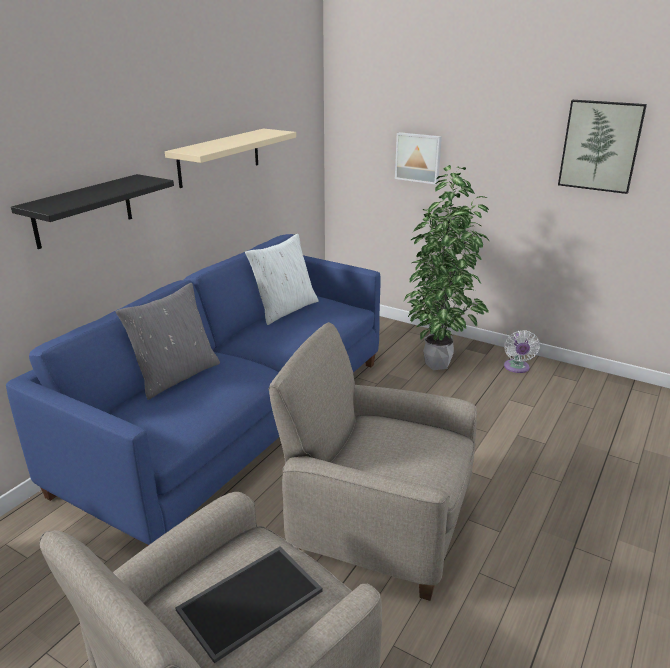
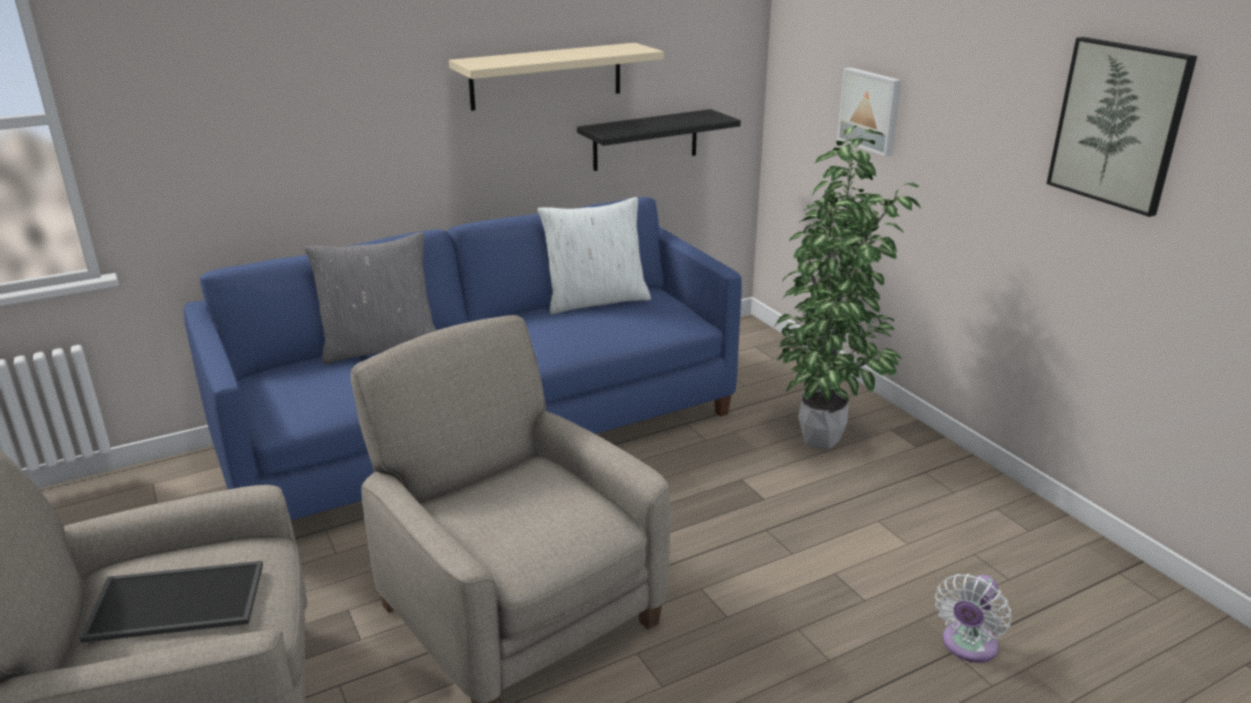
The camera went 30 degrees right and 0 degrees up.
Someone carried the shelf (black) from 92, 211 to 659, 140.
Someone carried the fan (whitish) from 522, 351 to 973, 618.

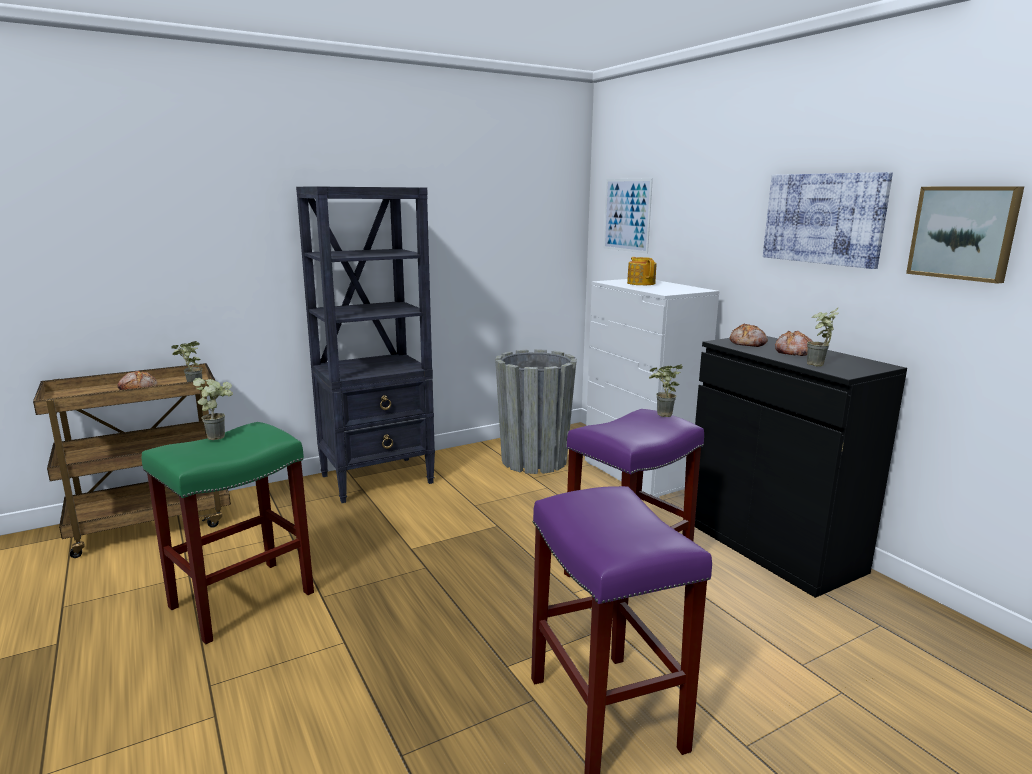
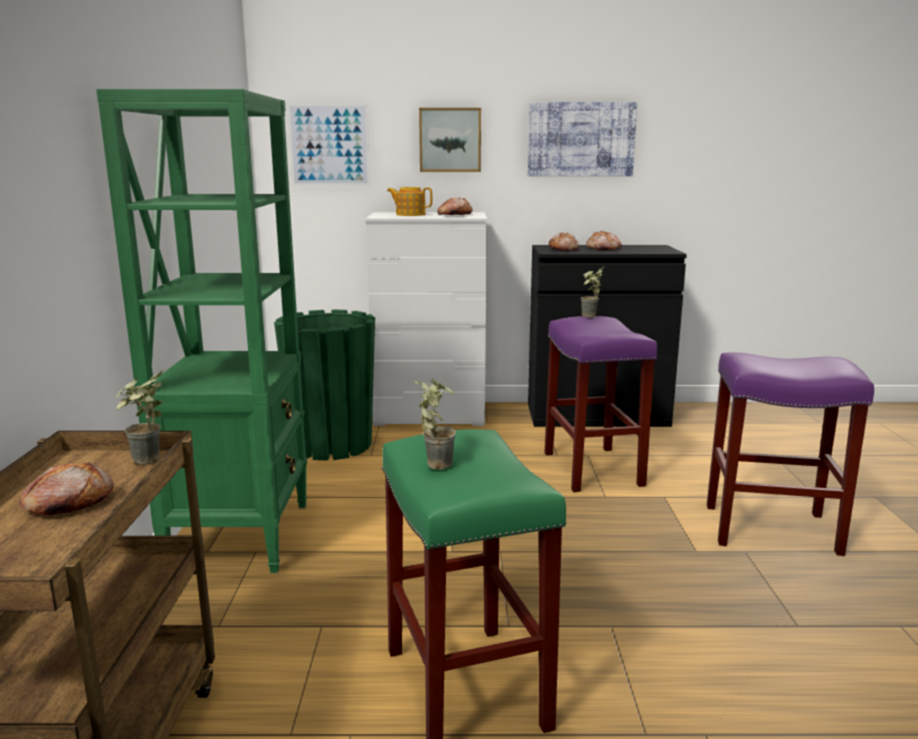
The camera went 60 degrees left and 0 degrees up.
Someone repainted the bookcase (black) at 365, 344, which became the bookcase (green) at 201, 331.
Someone carried the wall art from 965, 235 to 450, 140.
Someone took away the plant in a pot at 823, 337.
Someone repainted the planter (grey) at 536, 411, which became the planter (green) at 324, 385.
Someone put down the bread at 455, 206.

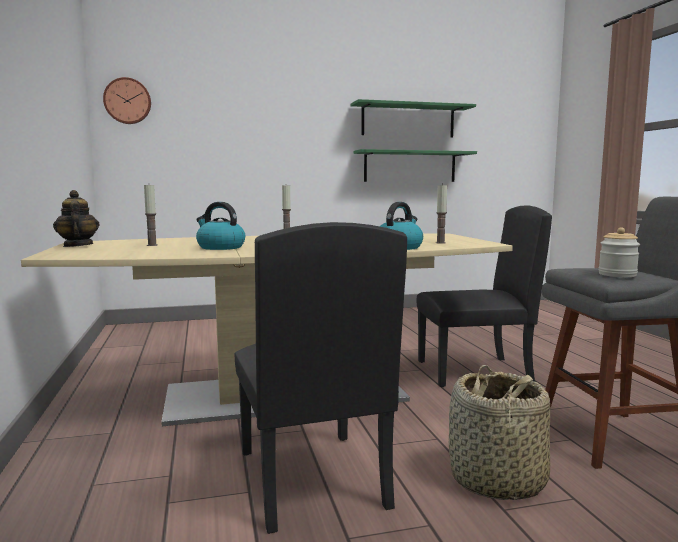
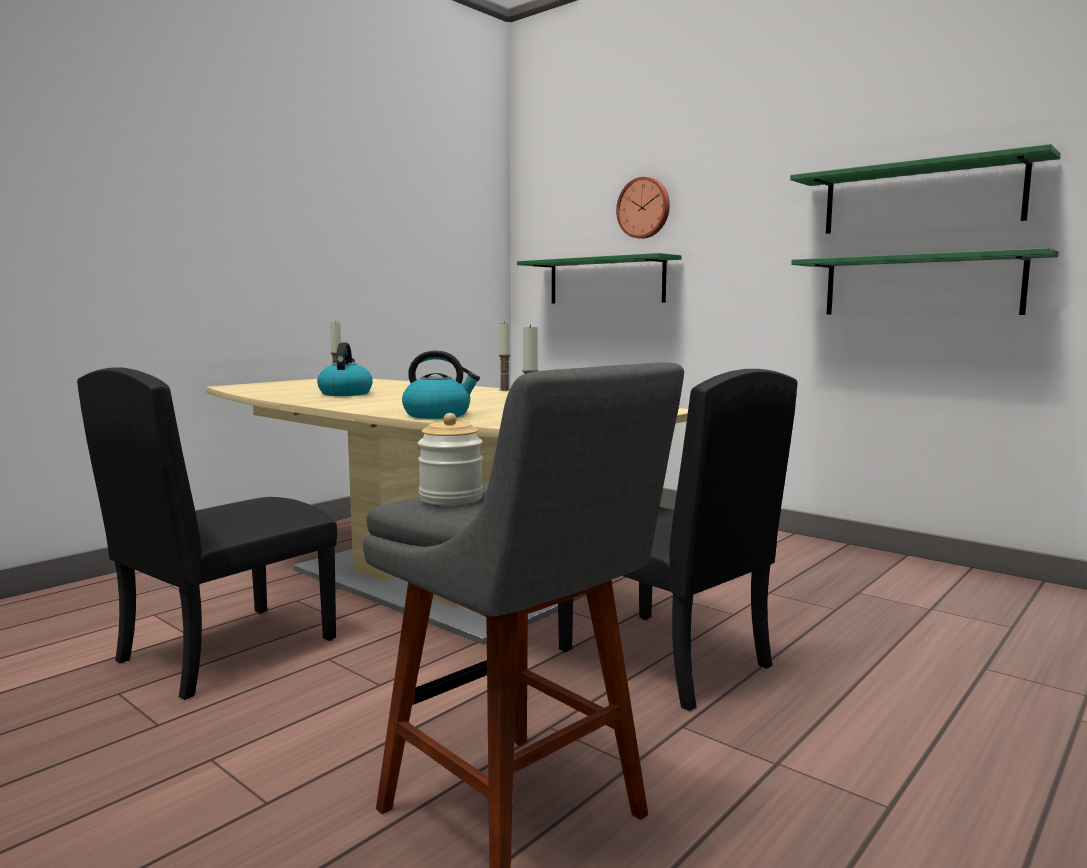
The camera went 55 degrees right and 0 degrees up.
Someone carried the clock on the wall from 127, 100 to 643, 208.
Someone took away the teapot at 76, 218.
Someone took away the basket at 499, 432.
Someone put up the shelf (green) at 599, 278.

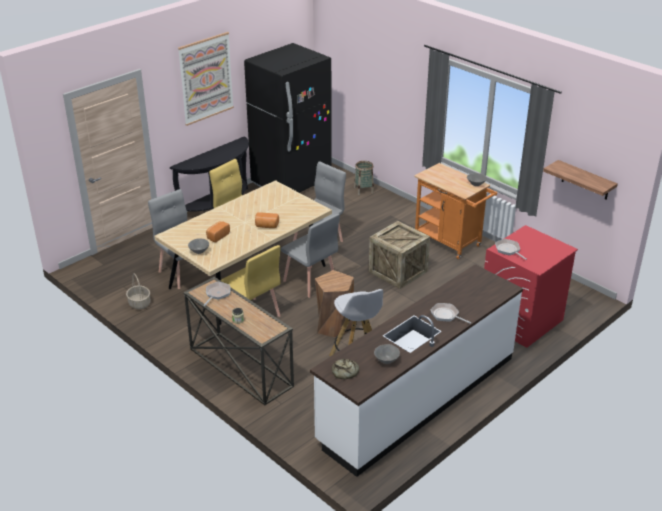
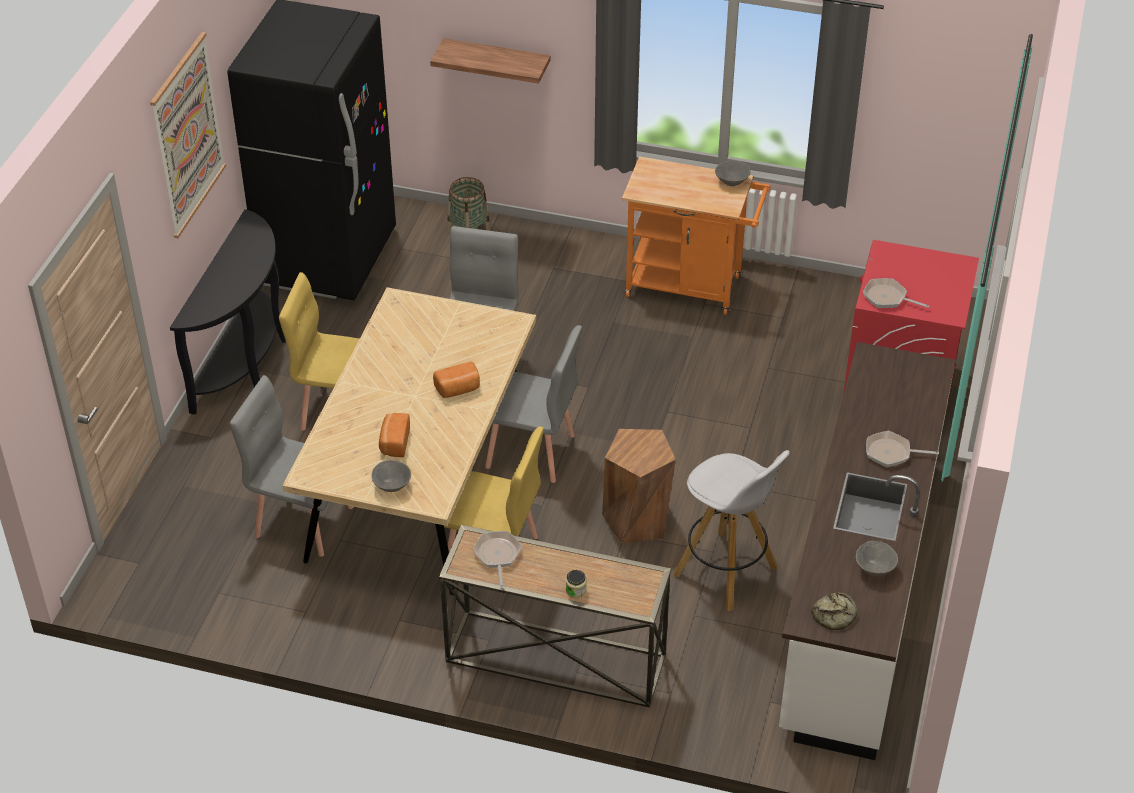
The camera went 30 degrees left and 10 degrees up.
Someone carried the shelf from 580, 180 to 490, 61.
Someone took away the packing crate at 399, 255.
Someone took away the basket at 138, 291.

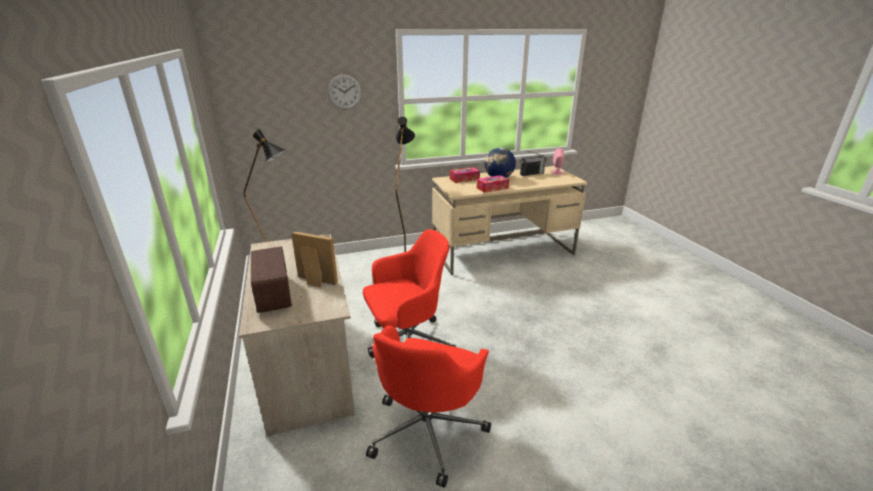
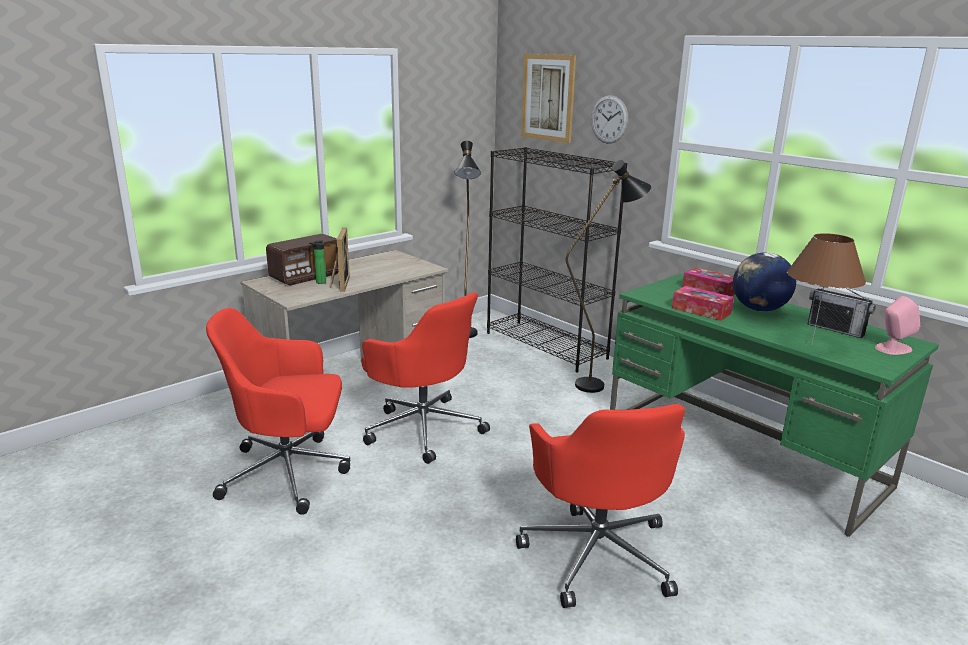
The camera went 65 degrees right and 5 degrees down.
Someone repainted the desk table (sand-coloured) at 510, 220, which became the desk table (green) at 774, 405.
Someone put up the wall art at 548, 98.
Someone put down the bookcase (black) at 557, 259.
Someone put down the lamp for a table (brownish) at 826, 289.
Someone put down the beverage bottle at 317, 262.
Someone put down the office chair (red-coloured) at 600, 506.

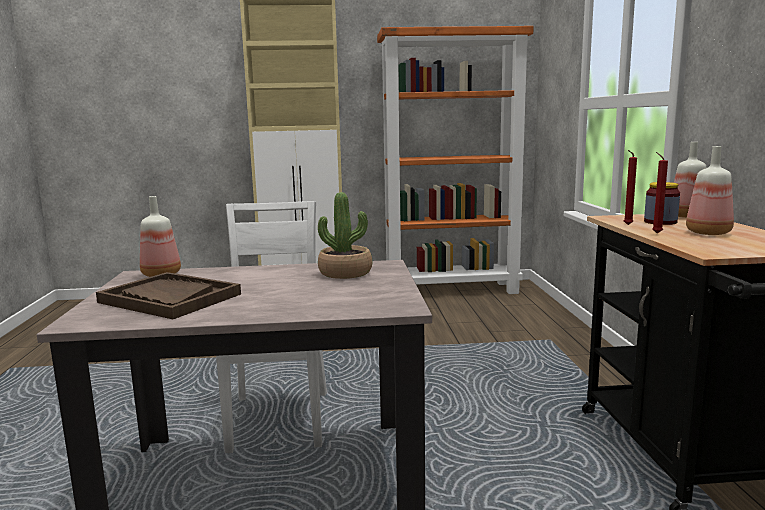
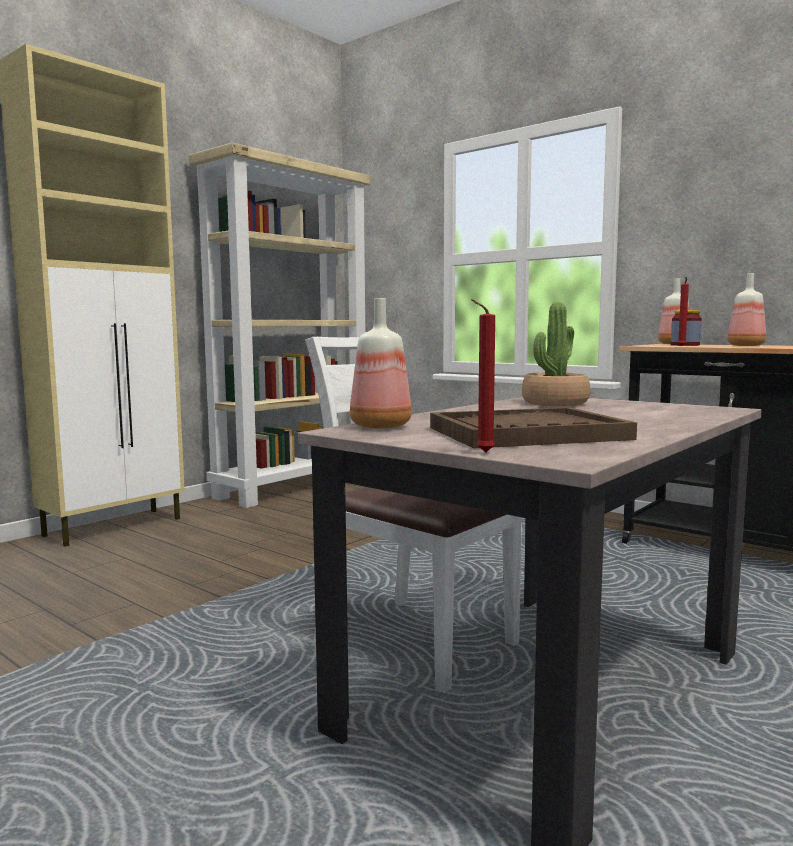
The camera went 45 degrees left and 5 degrees down.
Someone repainted the bookcase (orange-coloured) at 455, 160, which became the bookcase (sand-coloured) at 280, 325.
Someone carried the wax candle (red-coloured) from 660, 192 to 483, 376.

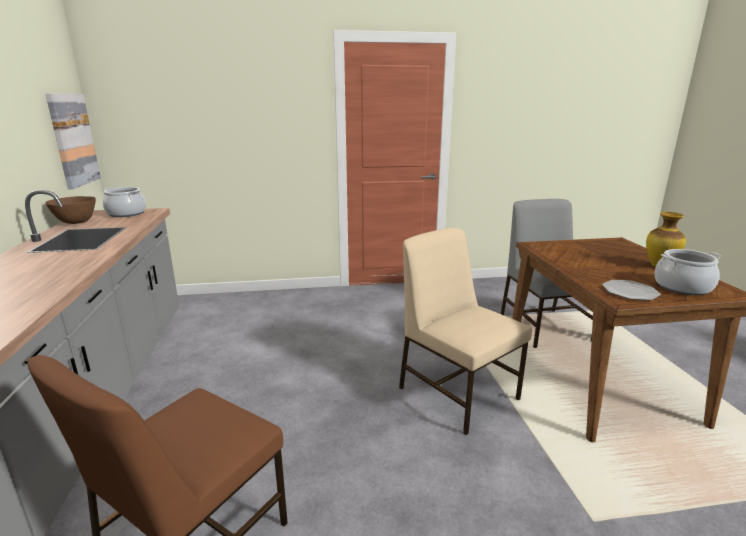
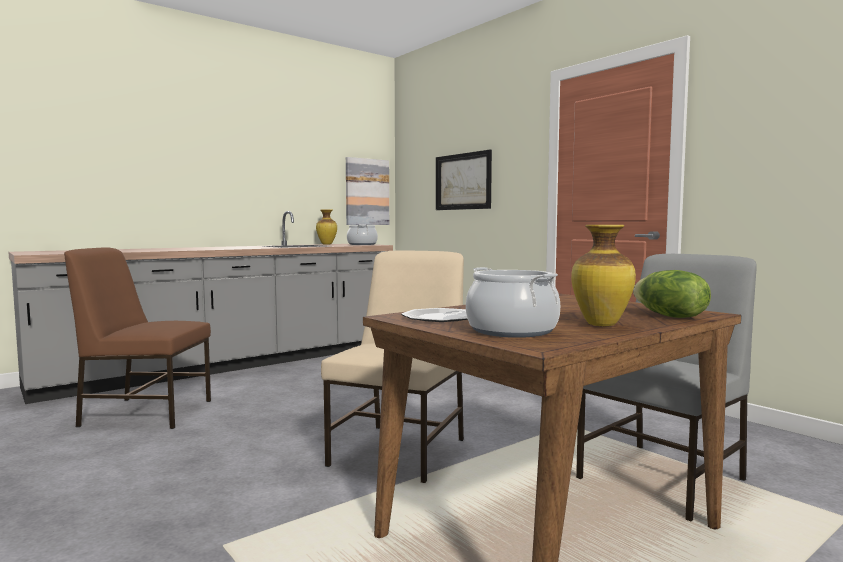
The camera went 60 degrees right and 15 degrees down.
Someone swapped the deep dish (brownish) at 70, 210 for the vase at 326, 226.
Someone put up the wall art at 464, 180.
Someone put down the lettuce at 672, 294.

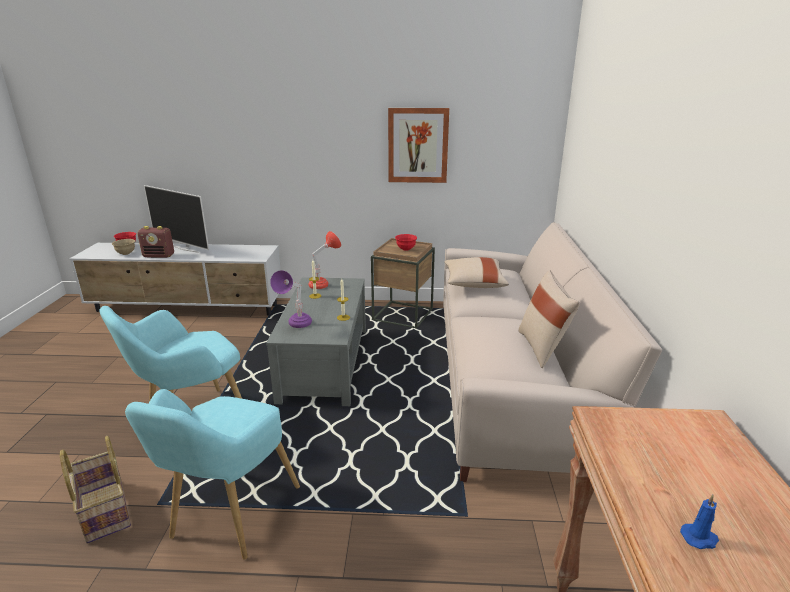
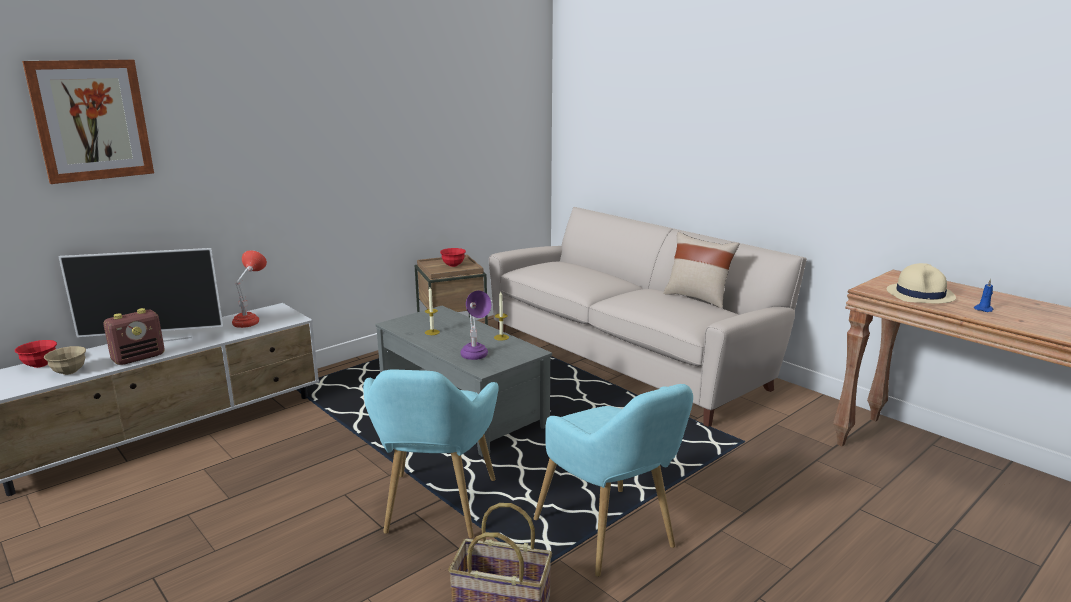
The camera went 45 degrees left and 5 degrees down.
Someone carried the wall art from 418, 145 to 88, 122.
Someone carried the lamp for a table (red-coloured) from 324, 260 to 249, 289.
Someone took away the cushion (sand-coloured) at 476, 272.
Someone put down the hat (sand-coloured) at 921, 283.

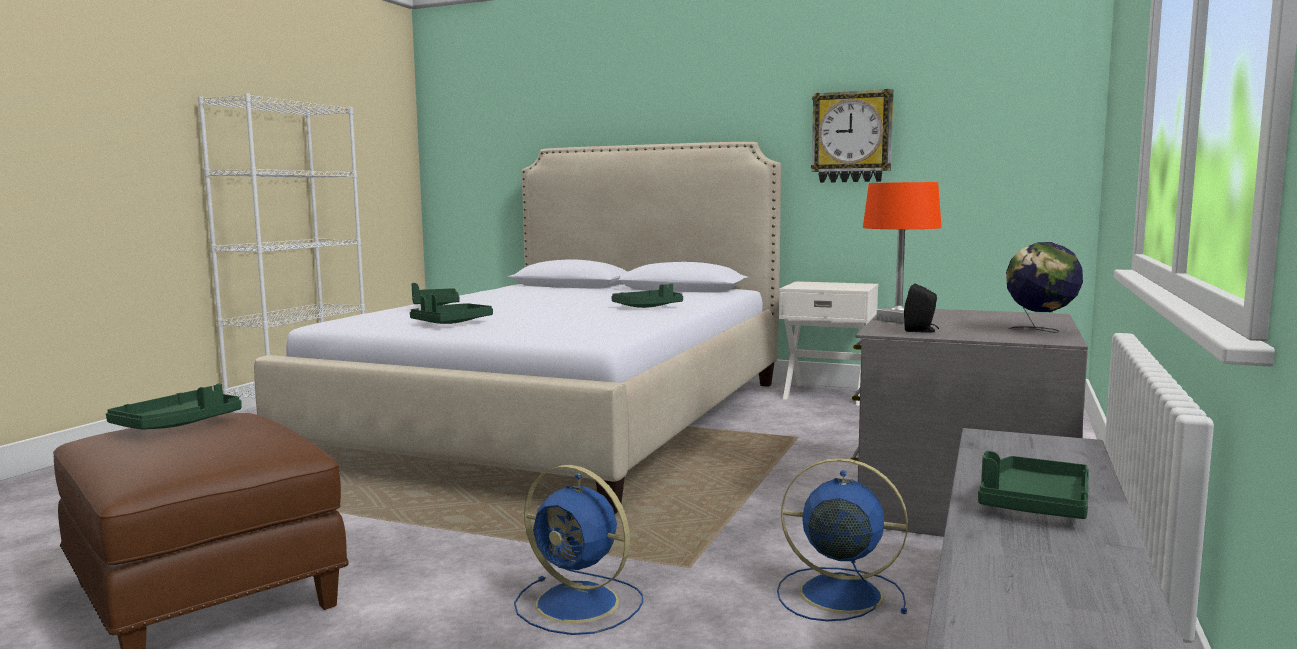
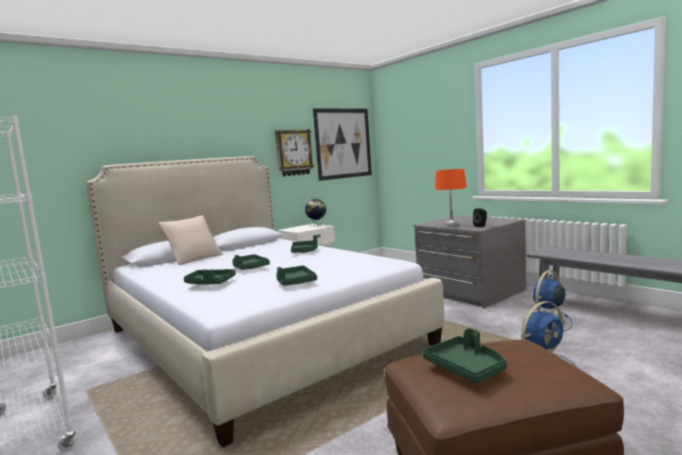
The camera went 60 degrees left and 0 degrees up.
Someone carried the desk globe from 1044, 287 to 315, 213.
Someone carried the serving tray (green) from 1033, 485 to 251, 262.
Someone put up the wall art at 342, 144.
Someone put down the cushion (sand-coloured) at 190, 240.

